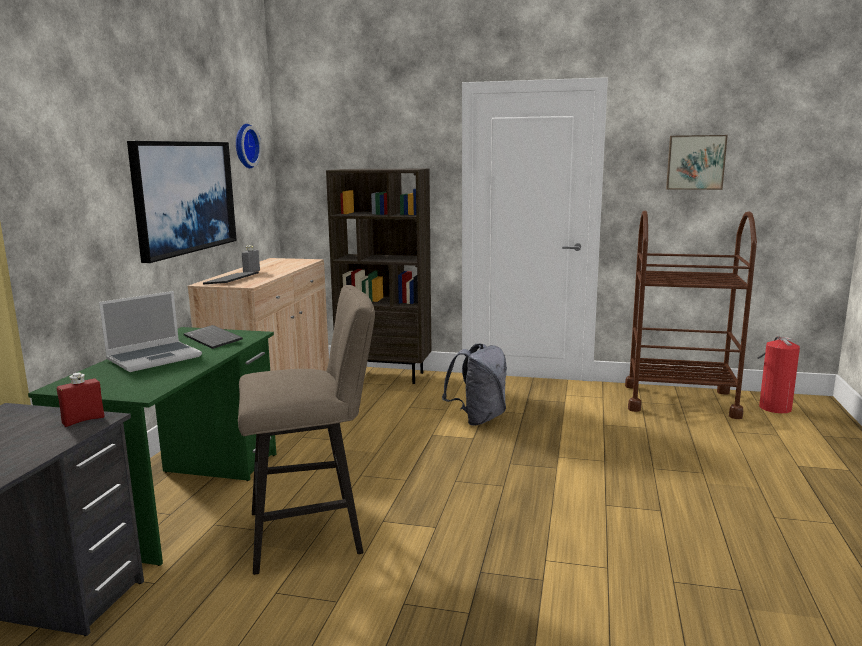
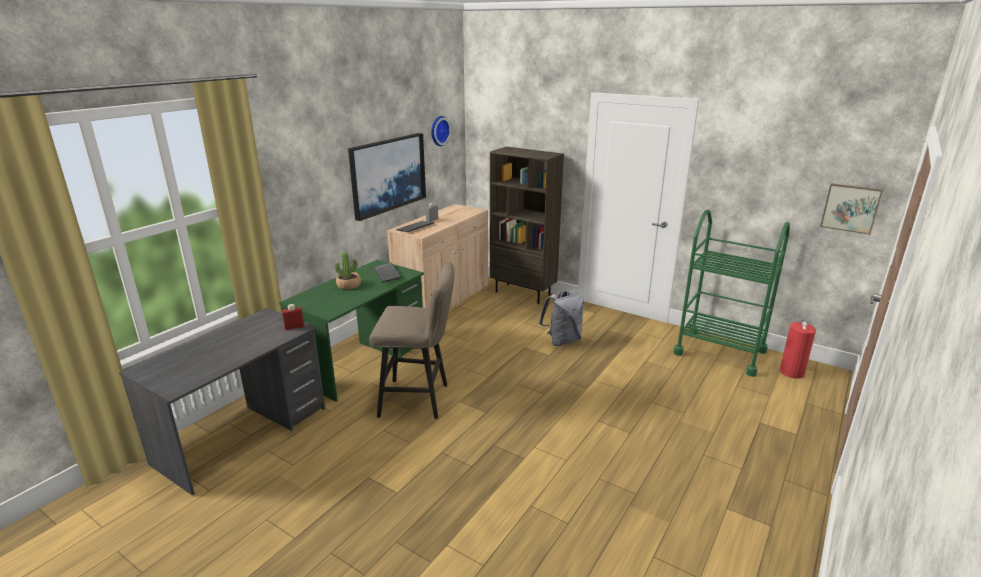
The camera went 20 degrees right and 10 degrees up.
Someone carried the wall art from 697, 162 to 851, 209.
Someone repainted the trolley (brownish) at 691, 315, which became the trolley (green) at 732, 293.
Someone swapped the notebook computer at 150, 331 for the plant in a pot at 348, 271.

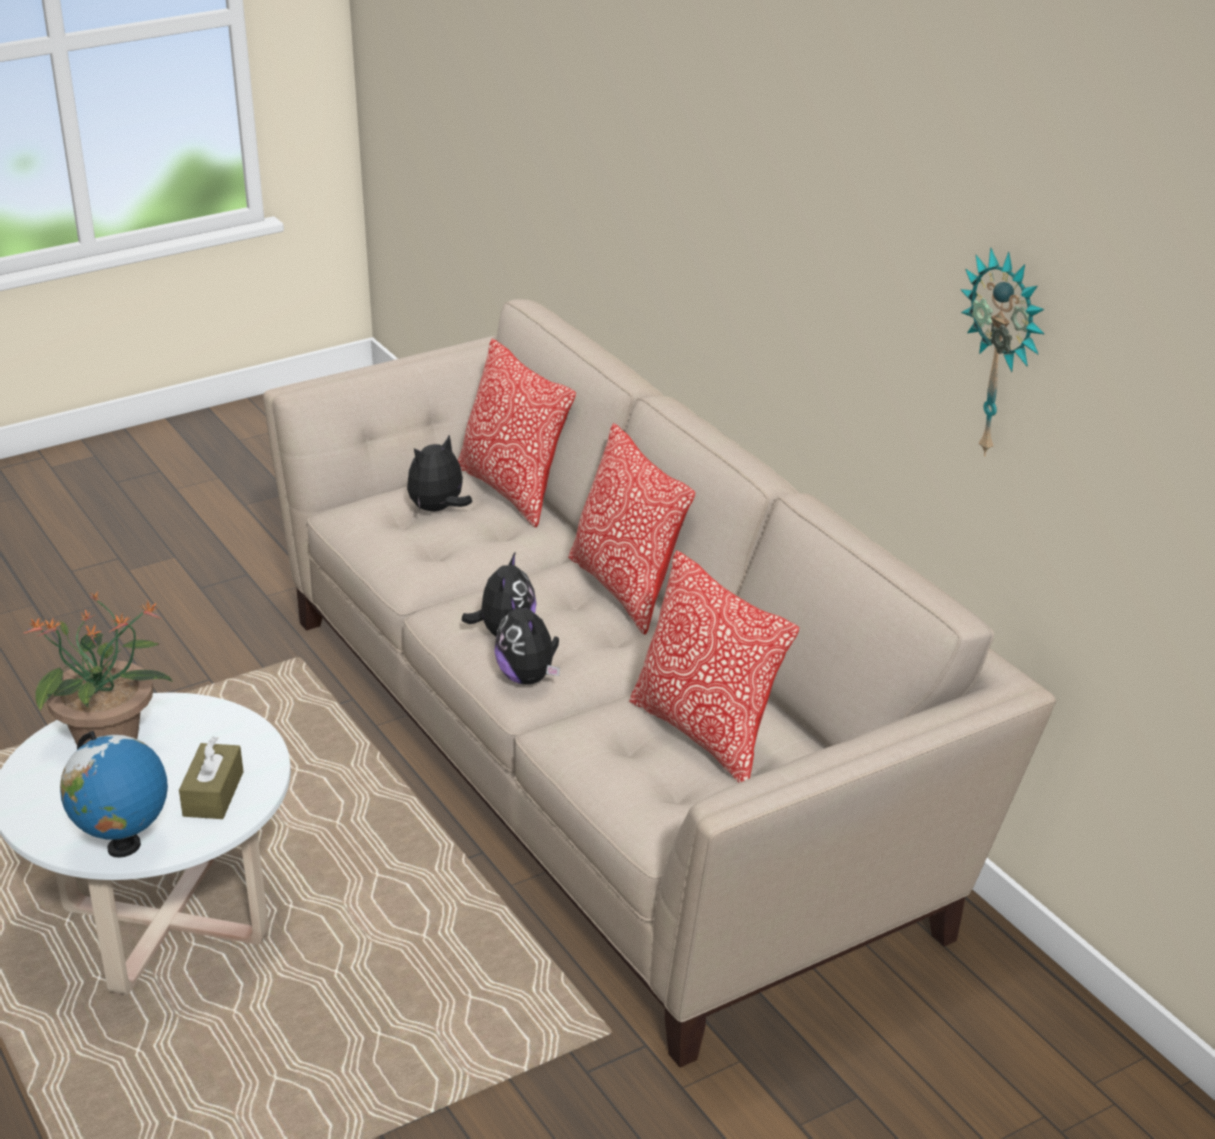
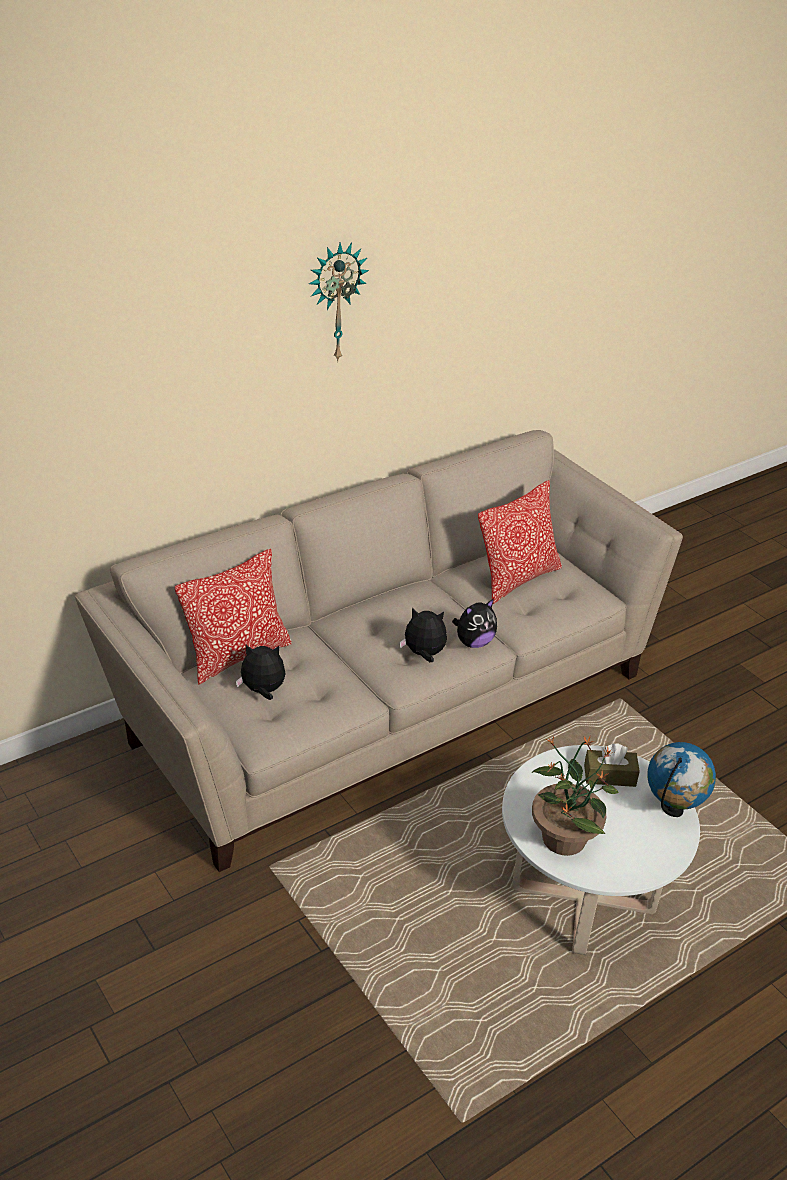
The camera went 95 degrees left and 5 degrees up.
Someone carried the clock on the wall from 1002, 352 to 339, 302.
Someone took away the cushion at 631, 528.
Someone rotated the soft toy at 439, 473 by 135 degrees clockwise.

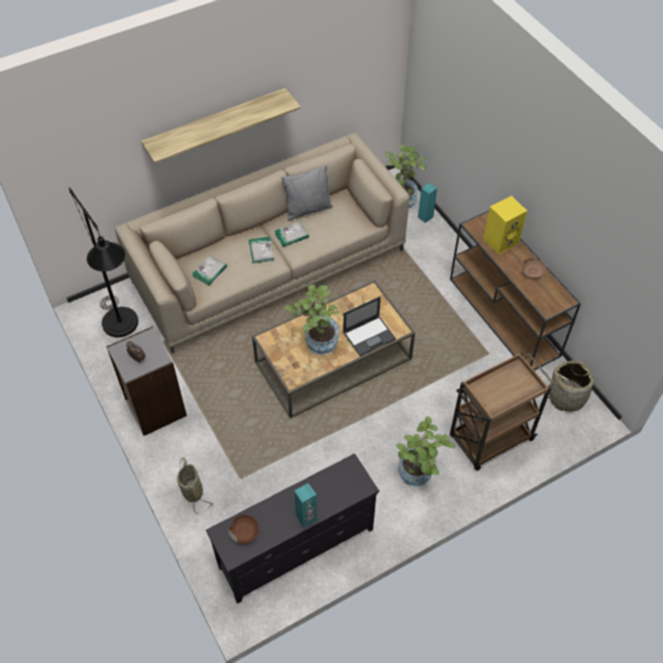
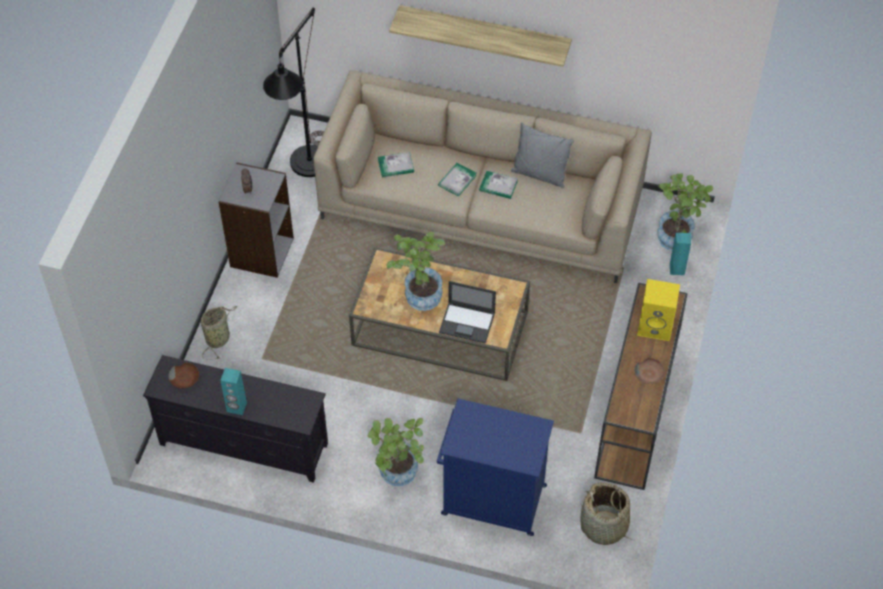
The camera went 45 degrees right and 0 degrees up.
Someone swapped the trolley (brownish) at 502, 411 for the cupboard (blue-coloured) at 495, 467.

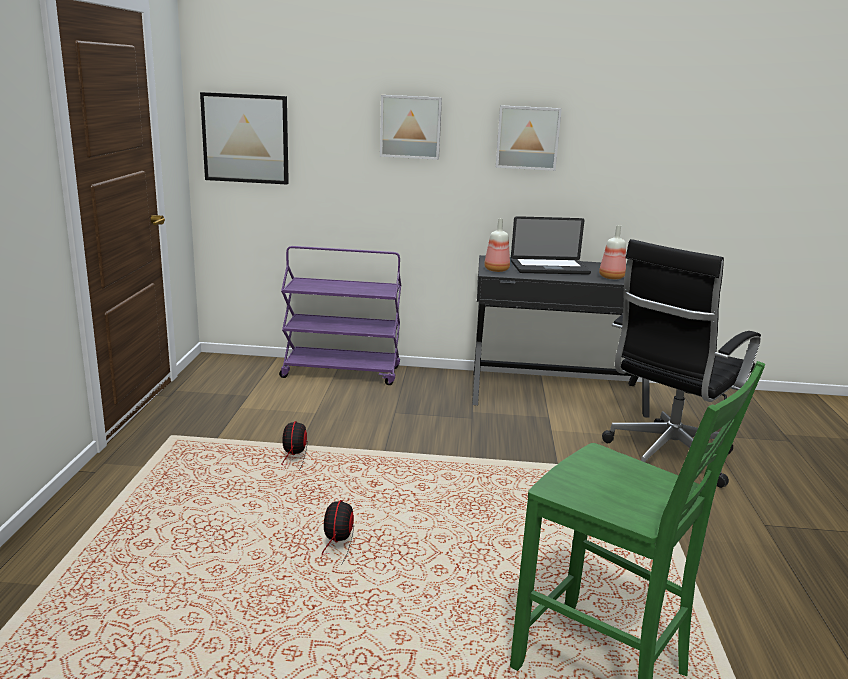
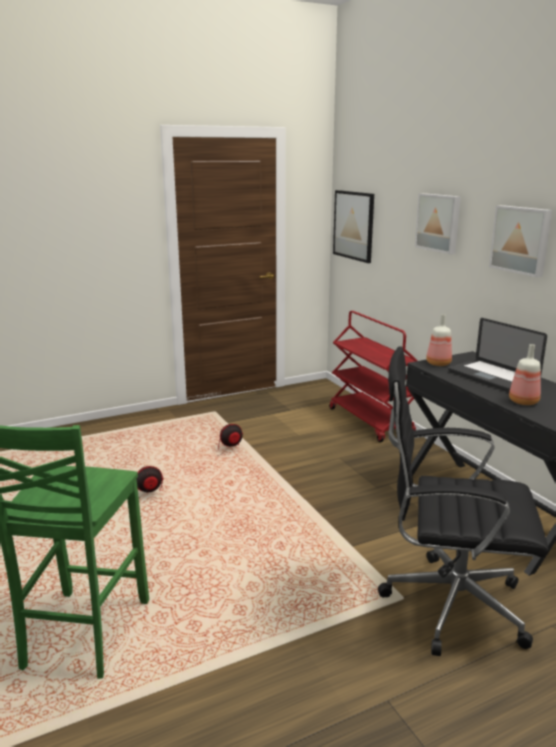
The camera went 60 degrees right and 0 degrees up.
Someone repainted the trolley (purplish) at 340, 315, which became the trolley (red-coloured) at 373, 376.

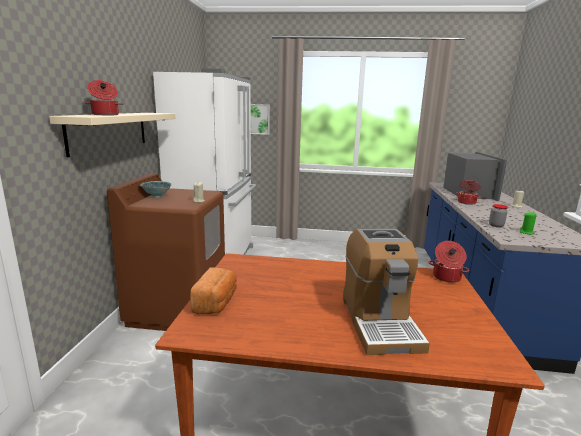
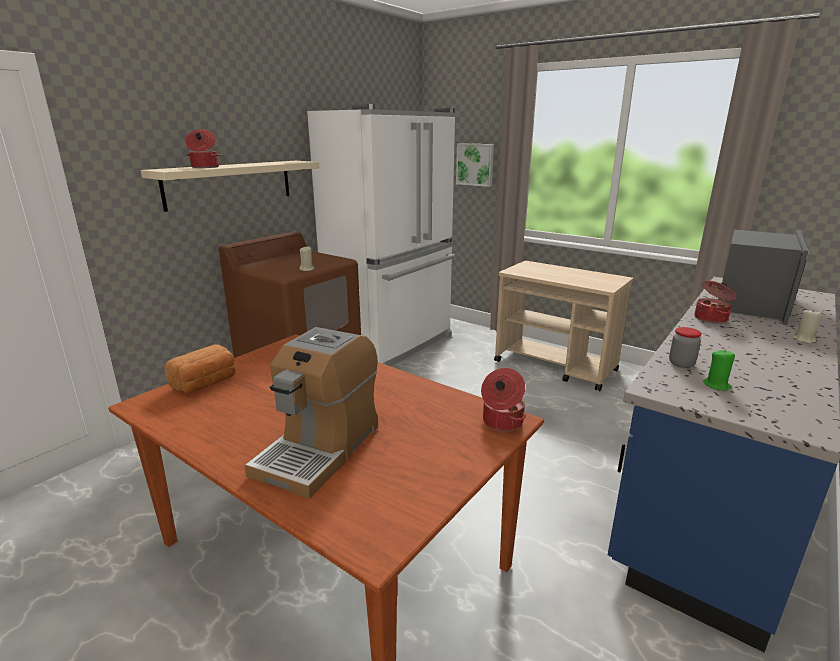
The camera went 30 degrees right and 5 degrees up.
Someone took away the deep dish at 156, 189.
Someone put down the trolley (sand-coloured) at 563, 326.

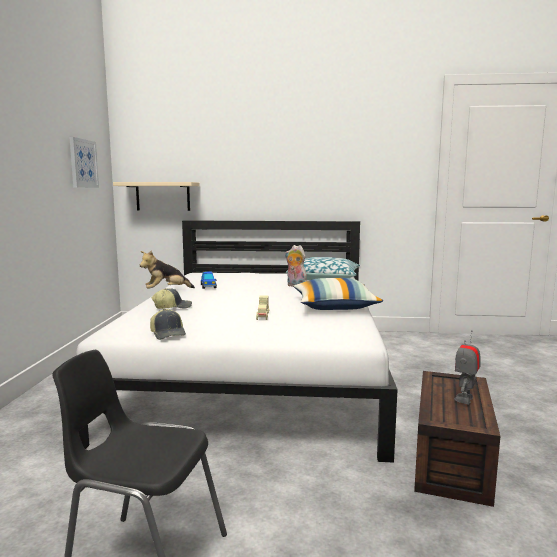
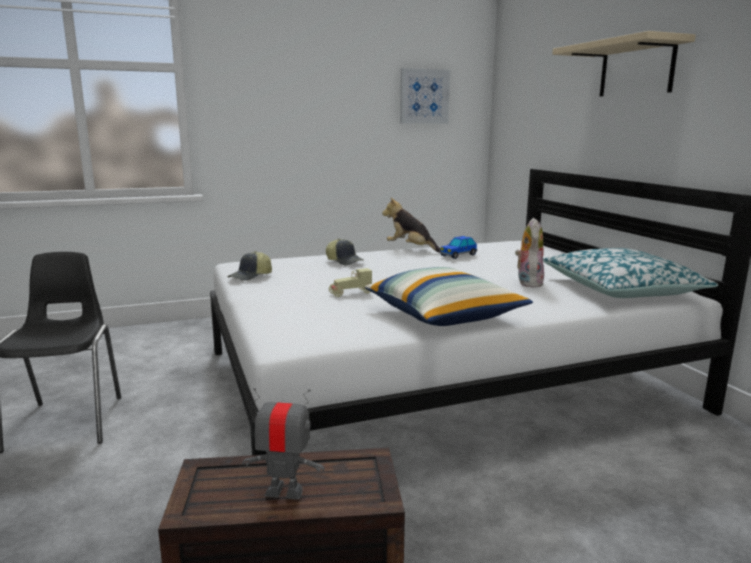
The camera went 65 degrees right and 5 degrees up.
Someone carried the shelf (sand-coloured) from 156, 196 to 624, 63.

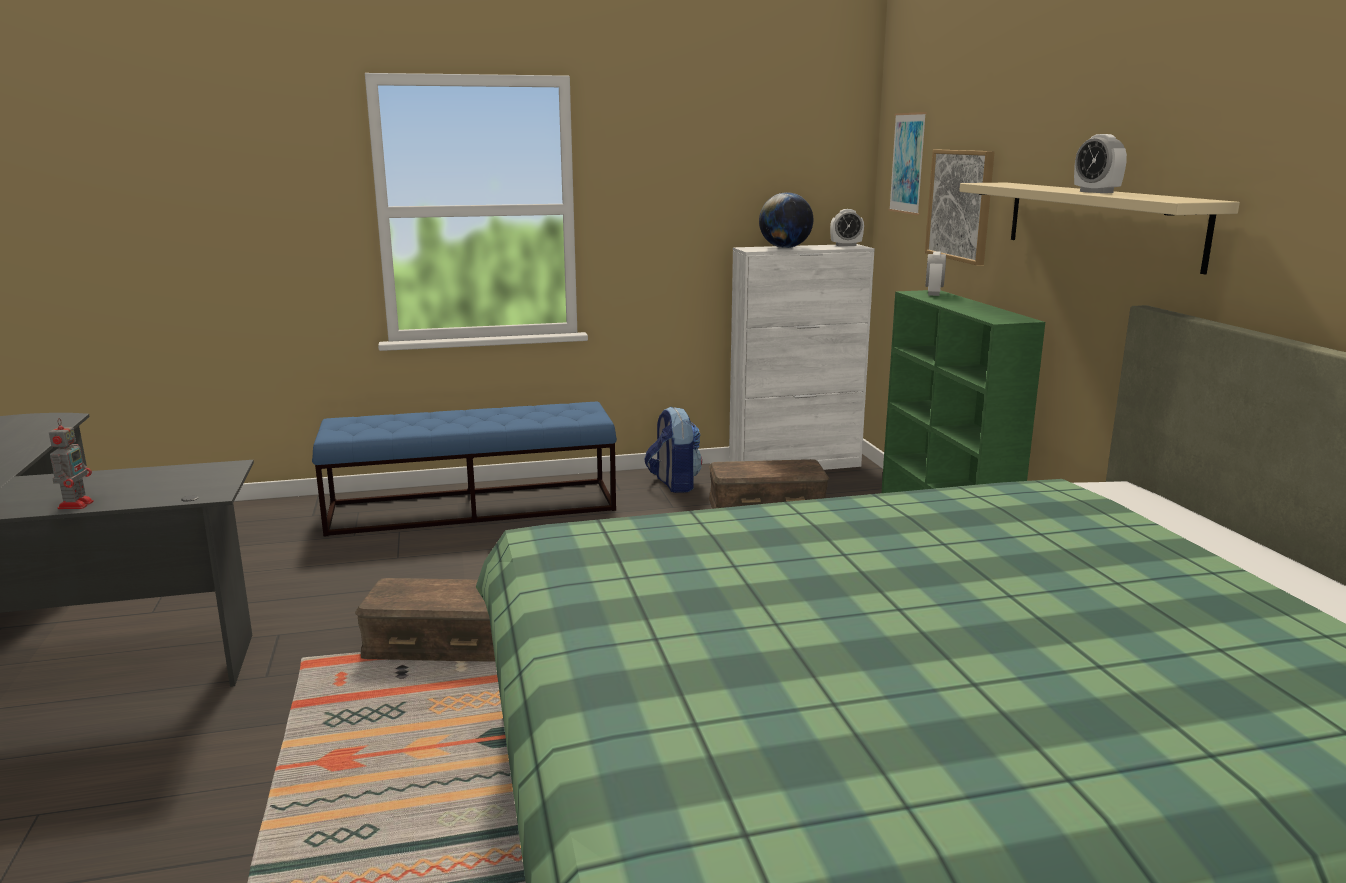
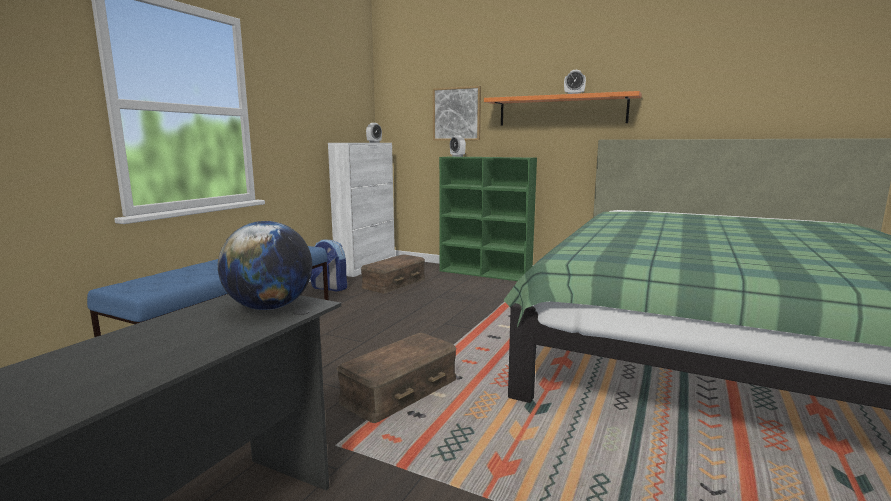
The camera went 50 degrees left and 5 degrees down.
Someone took away the wall art at 908, 163.
Someone repainted the shelf (sand-coloured) at 1099, 228, which became the shelf (orange-coloured) at 563, 108.
Someone carried the desk globe from 786, 220 to 265, 265.
Someone took away the toy robot at 71, 463.

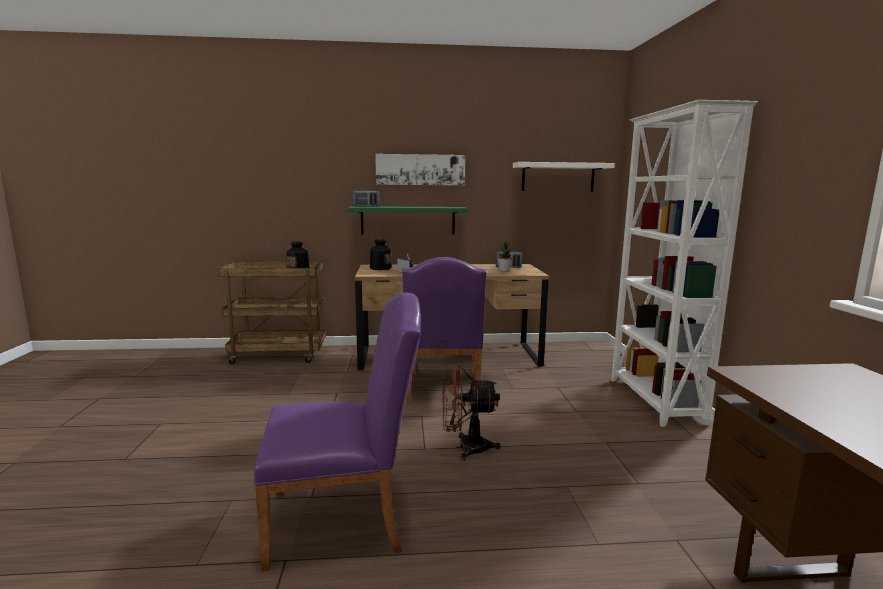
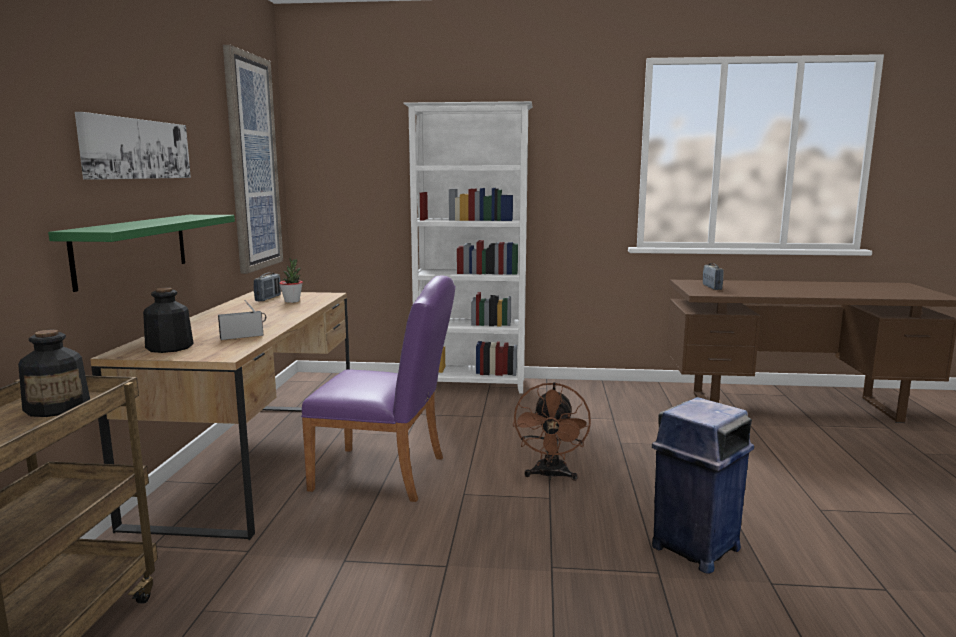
The camera went 80 degrees left and 0 degrees up.
Someone swapped the shelf (whitish) at 564, 177 for the wall art at 253, 159.
Someone carried the radio receiver from 365, 198 to 713, 276.
Someone swapped the chair (purplish) at 337, 432 for the rubbish bin (blue-coloured) at 703, 485.

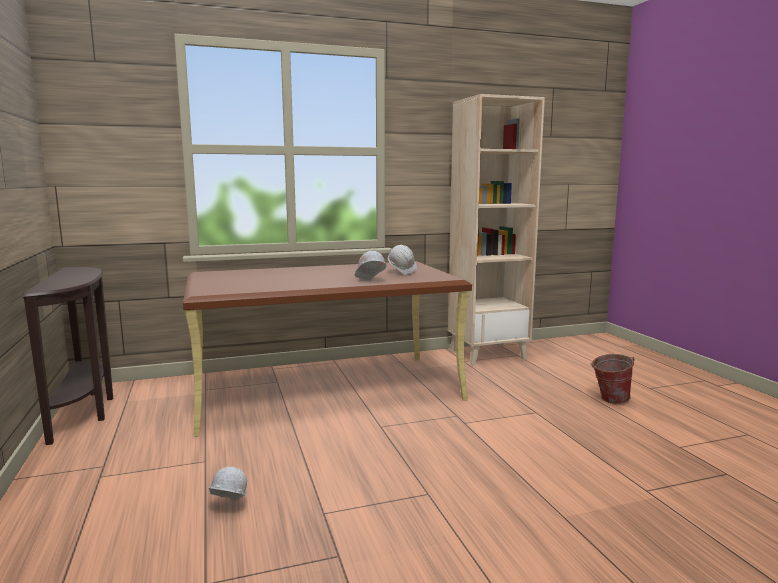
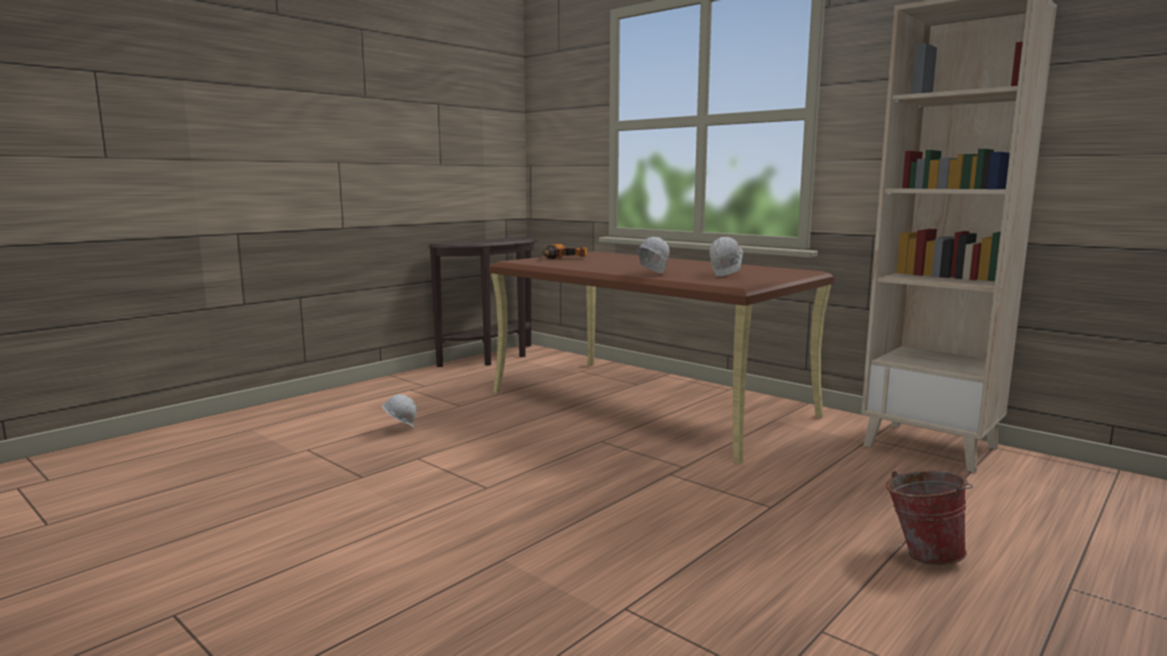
The camera went 60 degrees right and 0 degrees up.
Someone put down the power drill at 563, 251.

